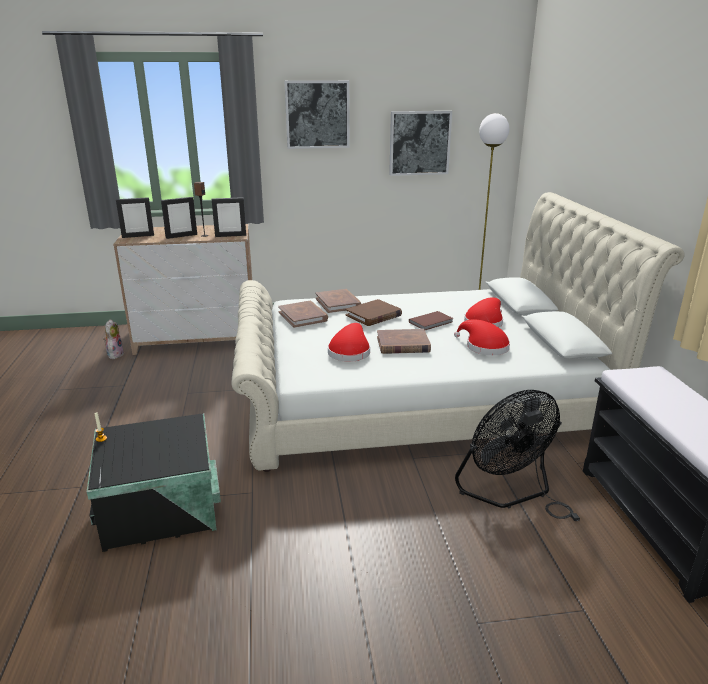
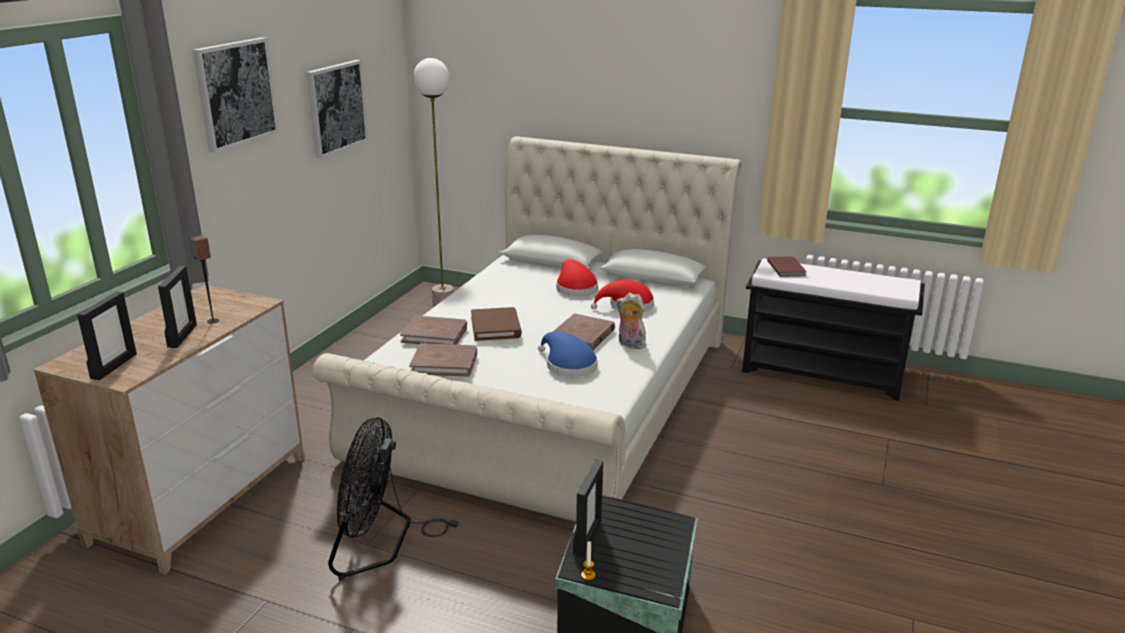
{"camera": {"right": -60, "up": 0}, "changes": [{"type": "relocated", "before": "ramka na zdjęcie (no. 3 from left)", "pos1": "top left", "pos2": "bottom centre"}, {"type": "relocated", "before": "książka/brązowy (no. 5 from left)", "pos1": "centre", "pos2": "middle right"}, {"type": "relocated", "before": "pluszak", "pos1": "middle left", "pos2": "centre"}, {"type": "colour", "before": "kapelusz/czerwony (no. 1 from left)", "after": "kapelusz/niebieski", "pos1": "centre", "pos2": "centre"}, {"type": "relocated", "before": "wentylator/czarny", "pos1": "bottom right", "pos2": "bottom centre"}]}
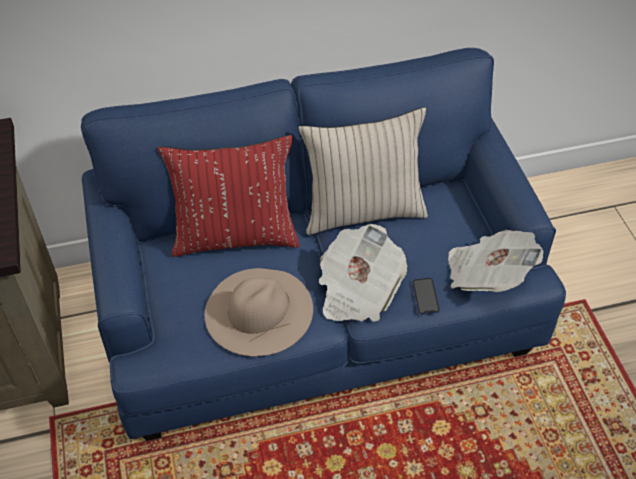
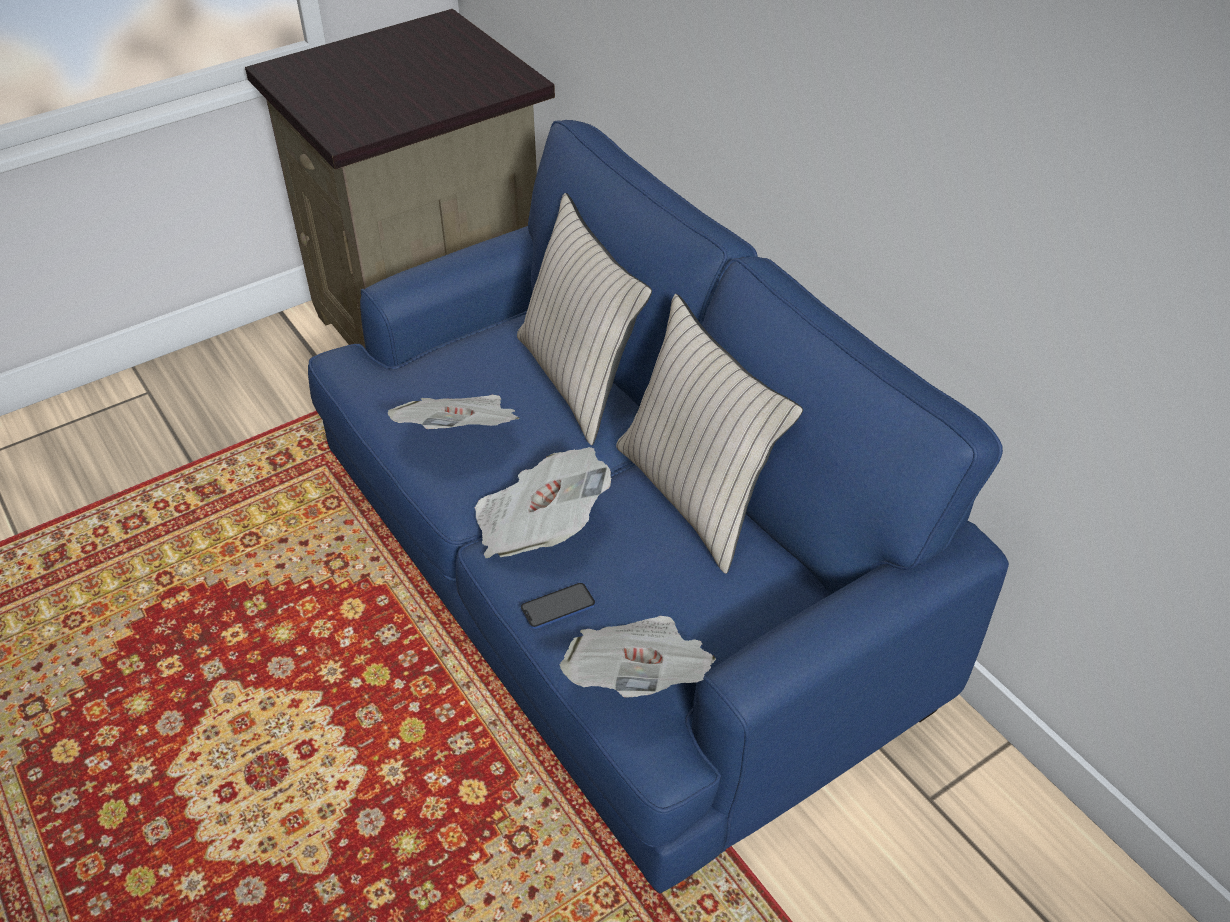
{"camera": {"right": 70, "up": -5}, "changes": [{"type": "colour", "before": "poduszka/czerwony", "after": "poduszka/beżowy (no. 1 from left)", "pos1": "centre", "pos2": "centre"}, {"type": "exchanged", "before": "kapelusz/beżowy", "after": "gazeta (no. 1 from left)", "pos1": "centre", "pos2": "centre"}]}
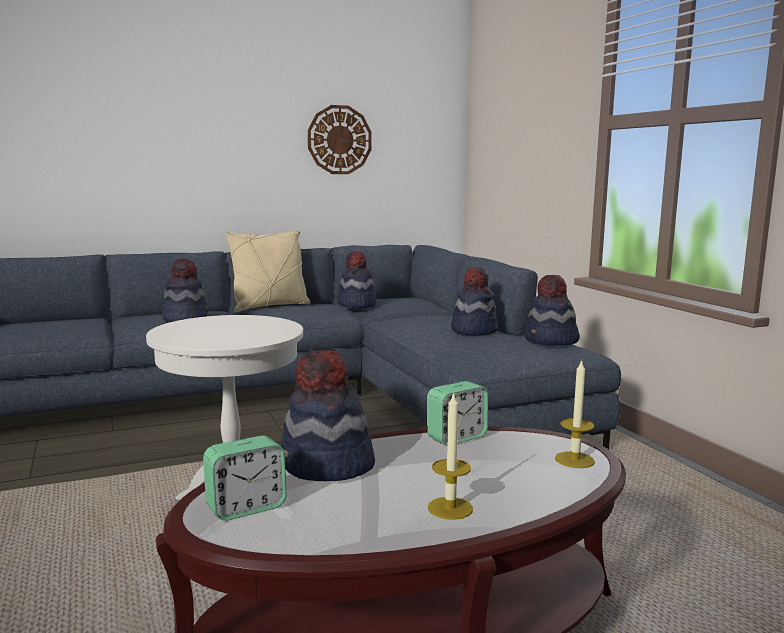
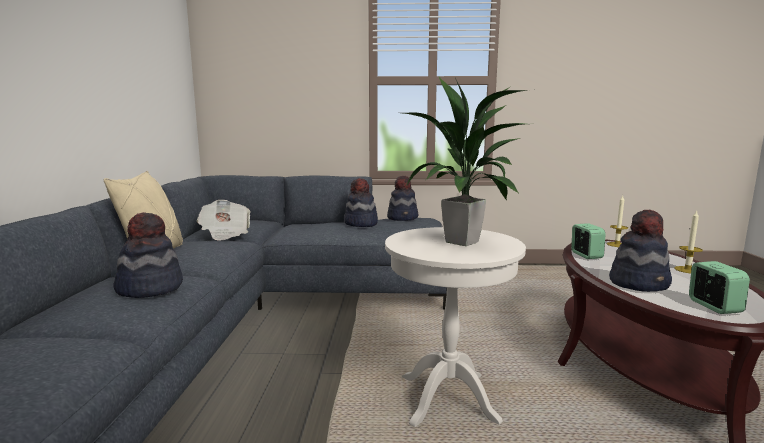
{"camera": {"right": -65, "up": 0}, "changes": [{"type": "missing", "before": "zegar ścienny", "pos1": "top centre"}, {"type": "exchanged", "before": "kapelusz (no. 3 from left)", "after": "gazeta", "pos1": "centre", "pos2": "middle left"}, {"type": "appeared", "after": "roślina doniczkowa", "pos2": "centre"}]}
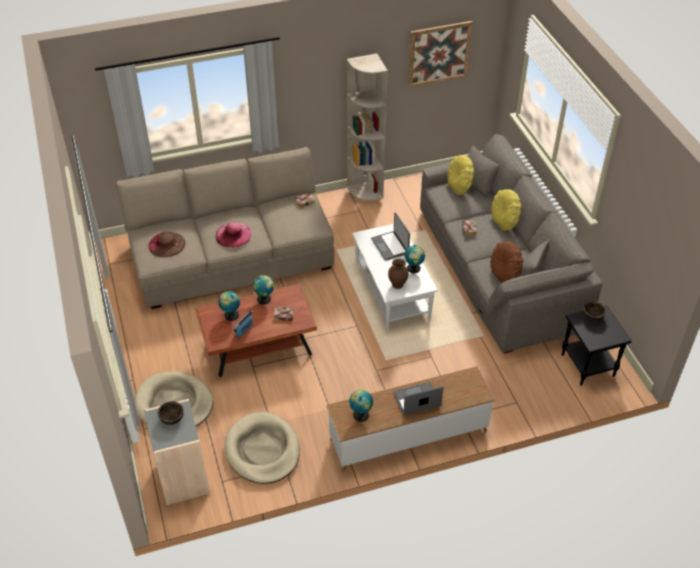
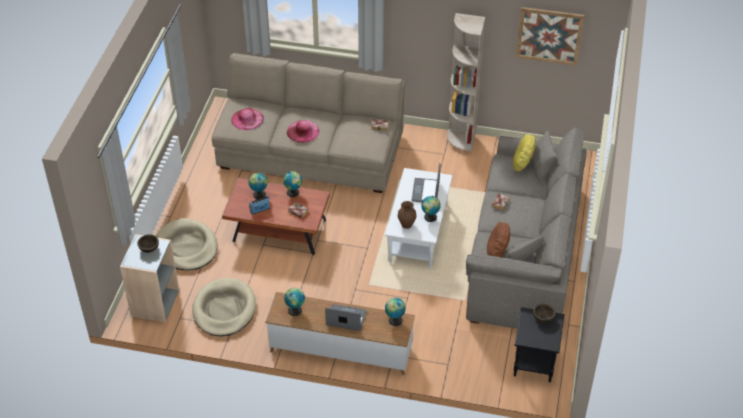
{"camera": {"right": 30, "up": 0}, "changes": [{"type": "missing", "before": "poduszka/żółty (no. 2 from left)", "pos1": "middle right"}, {"type": "colour", "before": "kapelusz/brązowy", "after": "kapelusz/różowy (no. 1 from left)", "pos1": "middle left", "pos2": "top left"}, {"type": "appeared", "after": "globus (no. 4 from left)", "pos2": "bottom centre"}]}
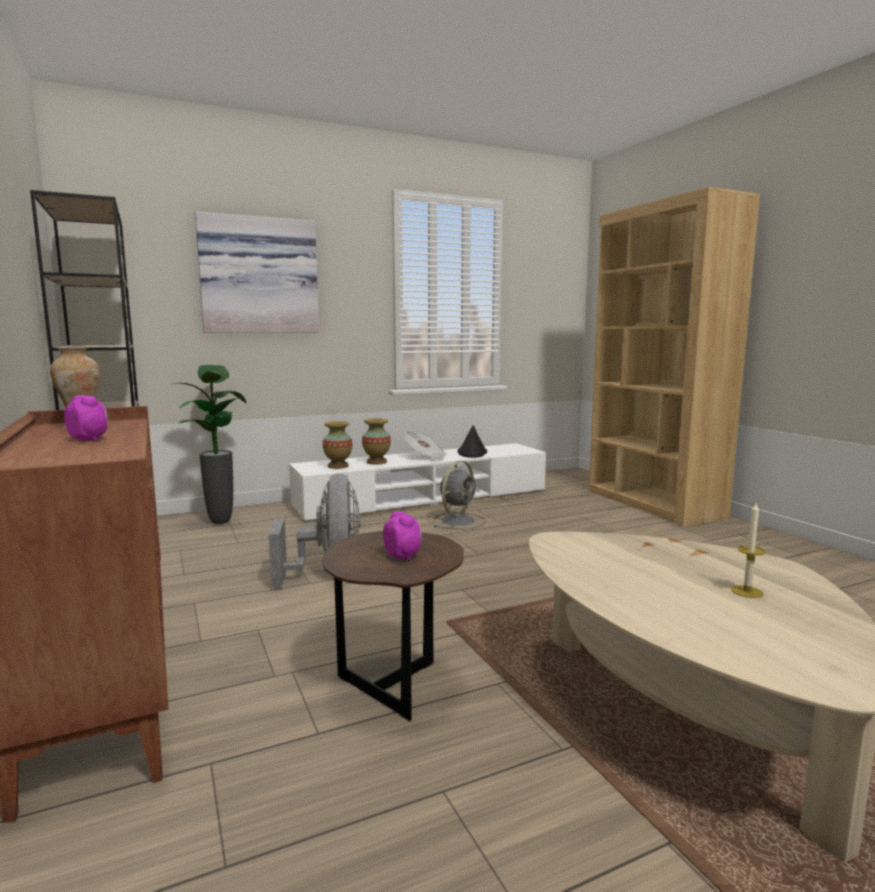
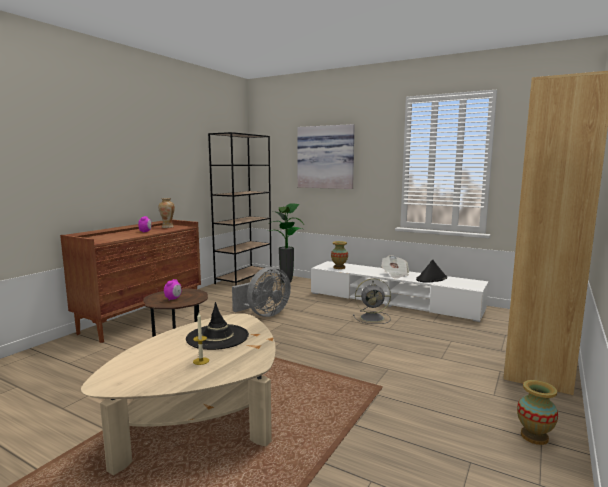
{"camera": {"right": 55, "up": 0}, "changes": [{"type": "relocated", "before": "wazon (no. 3 from left)", "pos1": "centre", "pos2": "bottom right"}, {"type": "appeared", "after": "kapelusz/czarny (no. 1 from left)", "pos2": "bottom centre"}]}
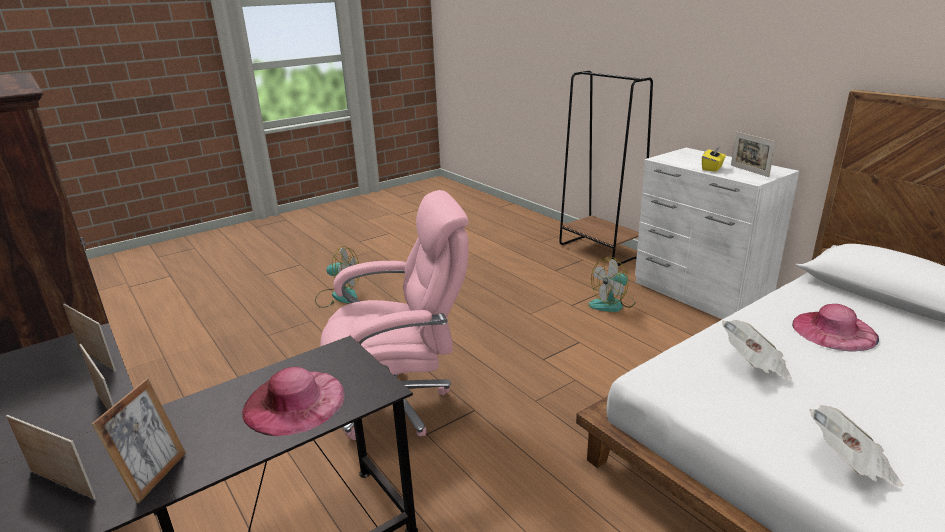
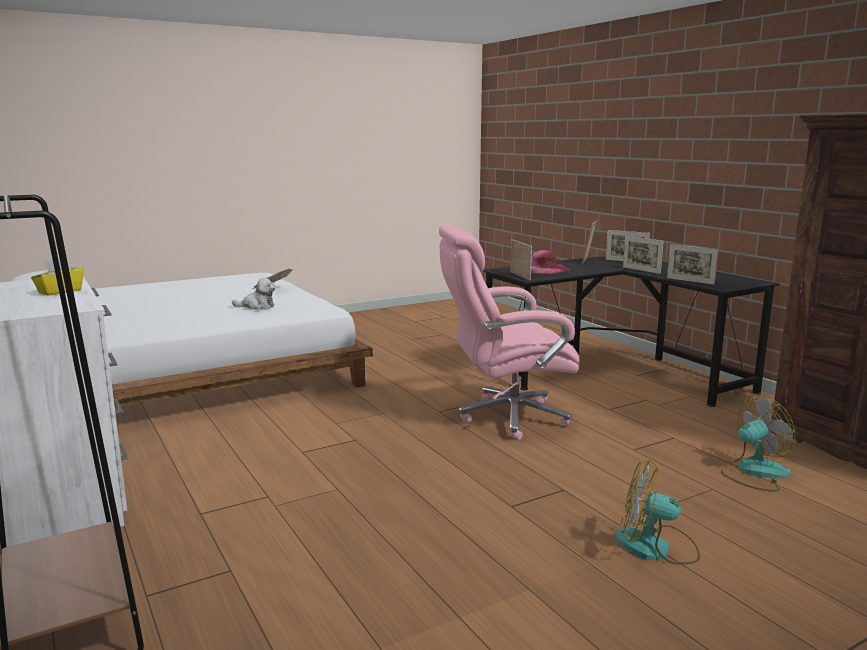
{"camera": {"right": -175, "up": -10}, "changes": [{"type": "relocated", "before": "ramka na zdjęcie (no. 5 from left in the first image)", "after": "ramka na zdjęcie (no. 1 from left)", "pos1": "top right", "pos2": "centre"}, {"type": "relocated", "before": "wentylator (no. 2 from left)", "pos1": "centre", "pos2": "bottom right"}, {"type": "missing", "before": "kapelusz/różowy (no. 2 from left)", "pos1": "middle right"}, {"type": "exchanged", "before": "gazeta (no. 1 from left)", "after": "pluszak", "pos1": "middle right", "pos2": "middle left"}]}
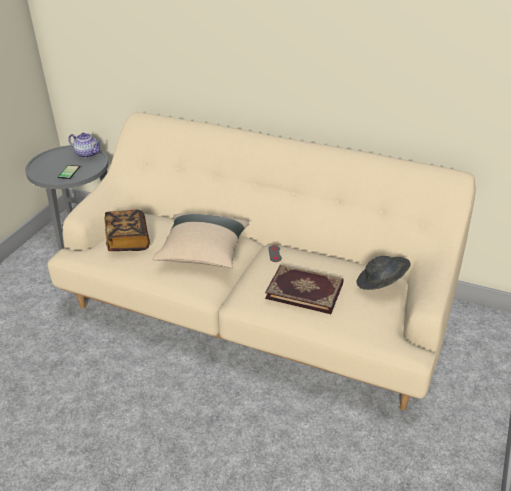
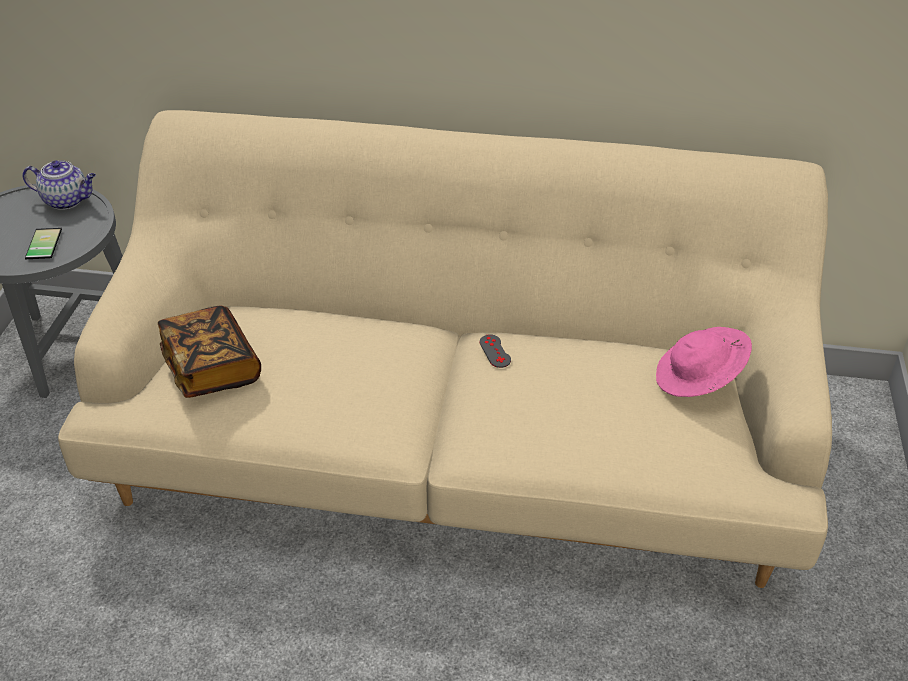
{"camera": {"right": -15, "up": 5}, "changes": [{"type": "missing", "before": "poduszka/beżowy", "pos1": "centre"}, {"type": "colour", "before": "kapelusz/szary", "after": "kapelusz/różowy", "pos1": "middle right", "pos2": "middle right"}, {"type": "missing", "before": "książka (no. 2 from left)", "pos1": "centre"}]}
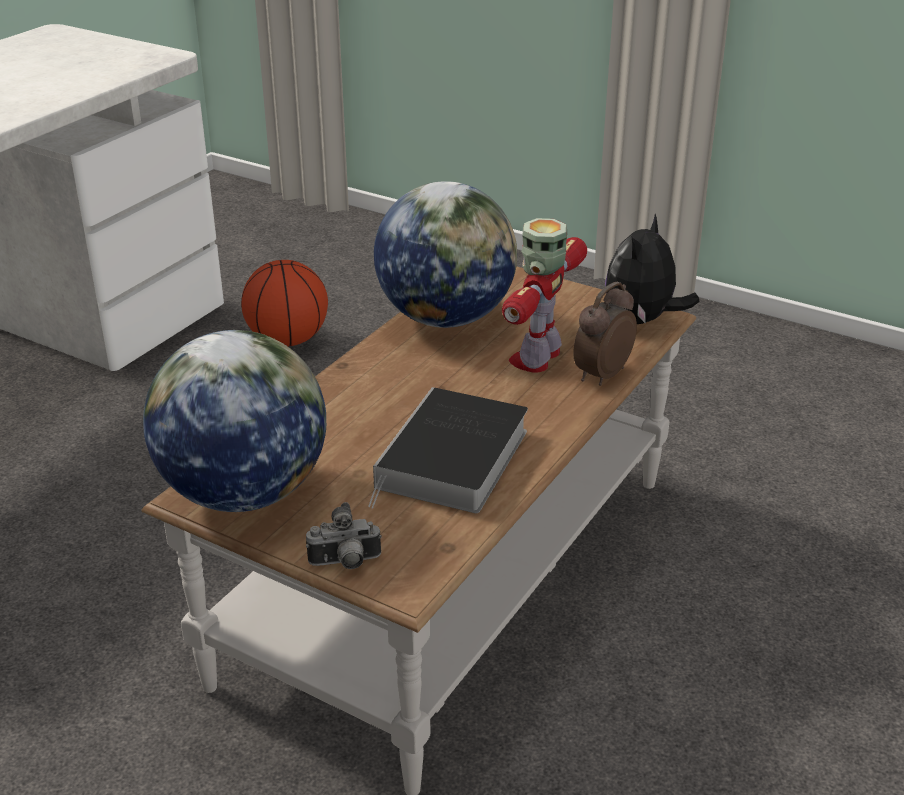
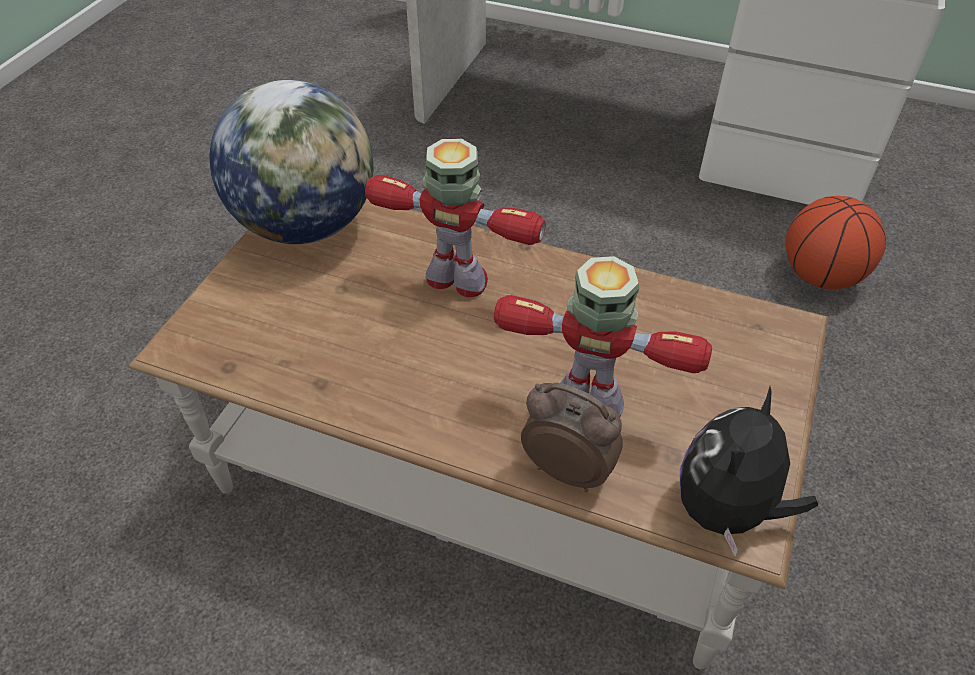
{"camera": {"right": 80, "up": 15}, "changes": [{"type": "missing", "before": "globus (no. 2 from left)", "pos1": "top centre"}, {"type": "spun", "before": "pluszak", "pos1": "middle right", "pos2": "bottom right", "turn": -75}, {"type": "missing", "before": "książka", "pos1": "centre"}, {"type": "missing", "before": "aparat fotograficzny", "pos1": "bottom centre"}, {"type": "appeared", "after": "robot zabawkowy (no. 1 from left)", "pos2": "top centre"}]}
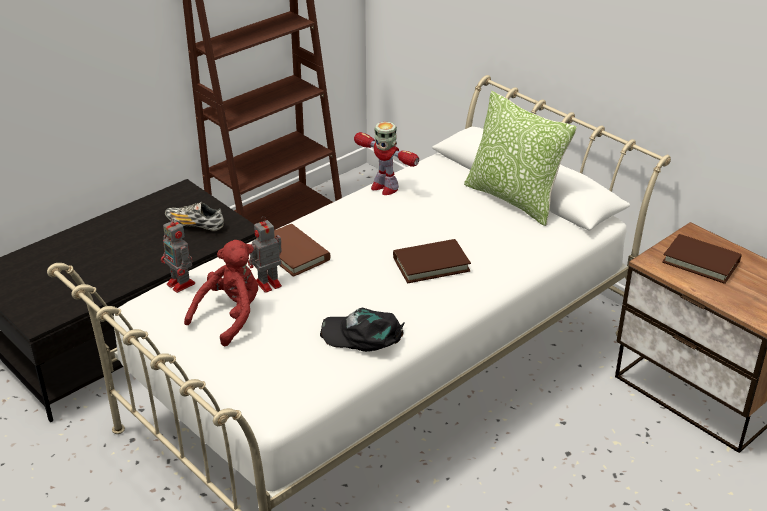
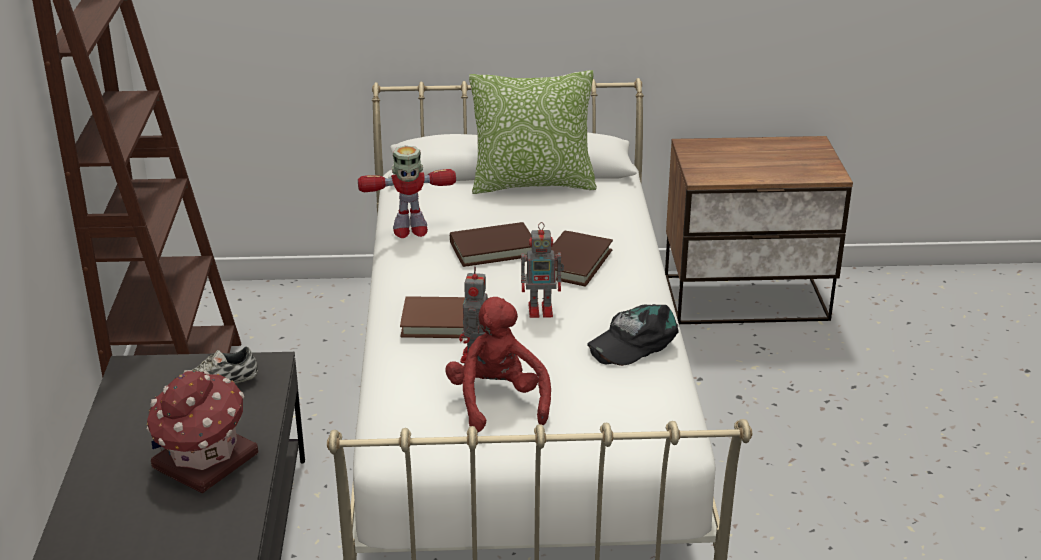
{"camera": {"right": -50, "up": -5}, "changes": [{"type": "relocated", "before": "robot zabawkowy (no. 1 from left in the first image)", "after": "robot zabawkowy (no. 3 from left)", "pos1": "middle left", "pos2": "centre"}, {"type": "relocated", "before": "książka/brązowy (no. 3 from left in the first image)", "after": "książka/brązowy (no. 2 from left)", "pos1": "middle right", "pos2": "centre"}, {"type": "appeared", "after": "domek", "pos2": "bottom left"}]}
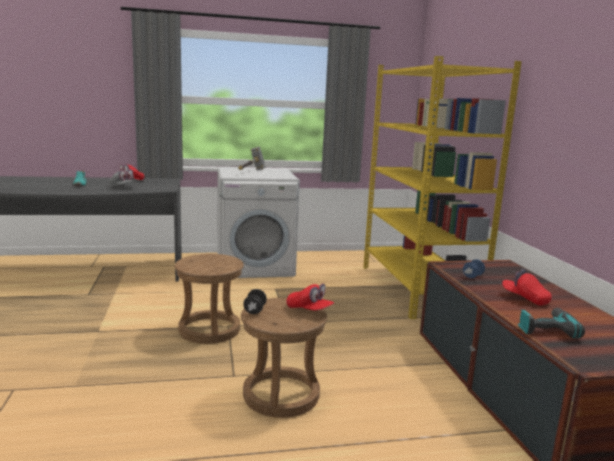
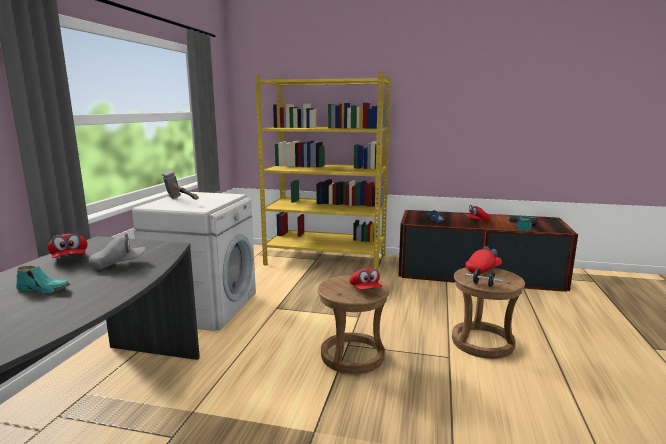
{"camera": {"right": -65, "up": 0}, "changes": [{"type": "appeared", "after": "czapka z daszkiem/czerwony (no. 2 from left)", "pos2": "centre"}]}
